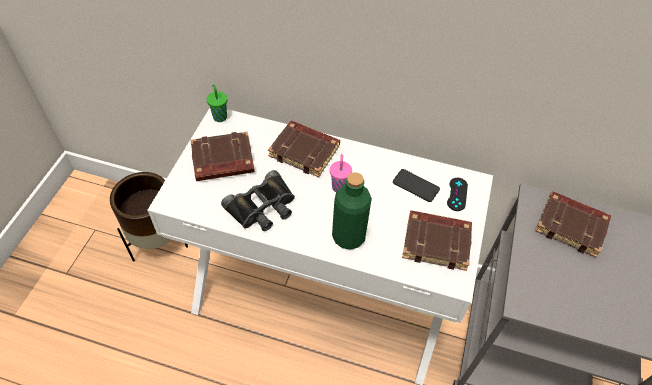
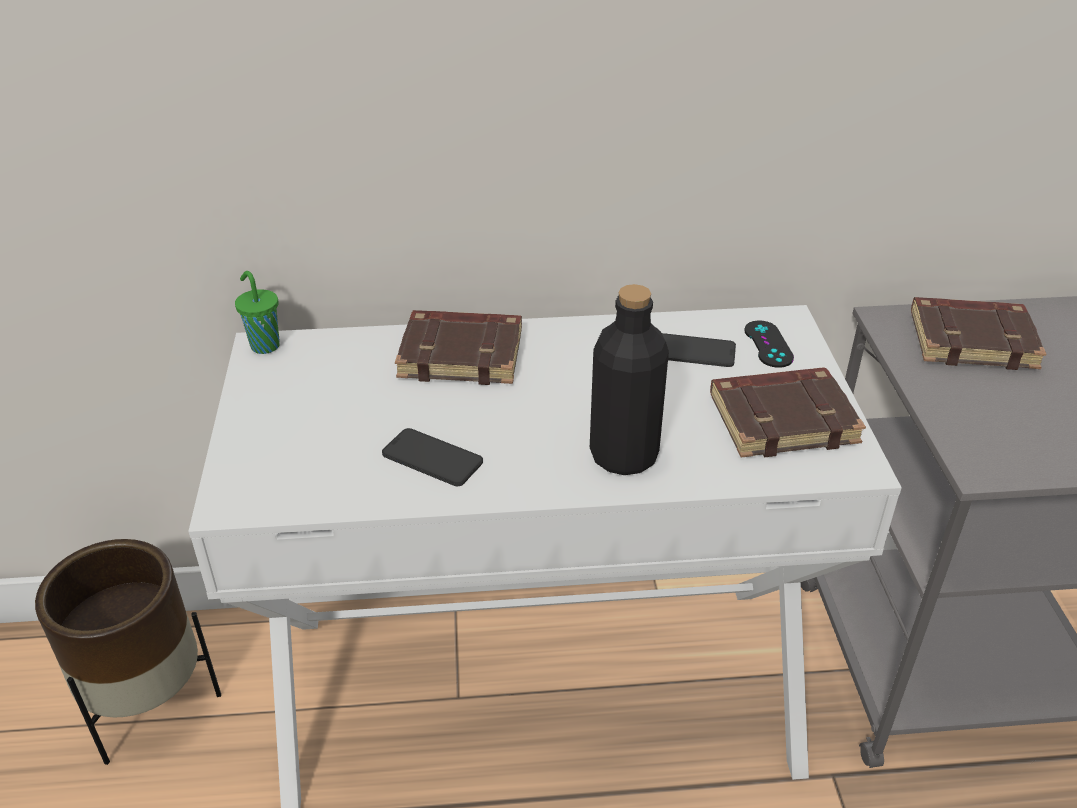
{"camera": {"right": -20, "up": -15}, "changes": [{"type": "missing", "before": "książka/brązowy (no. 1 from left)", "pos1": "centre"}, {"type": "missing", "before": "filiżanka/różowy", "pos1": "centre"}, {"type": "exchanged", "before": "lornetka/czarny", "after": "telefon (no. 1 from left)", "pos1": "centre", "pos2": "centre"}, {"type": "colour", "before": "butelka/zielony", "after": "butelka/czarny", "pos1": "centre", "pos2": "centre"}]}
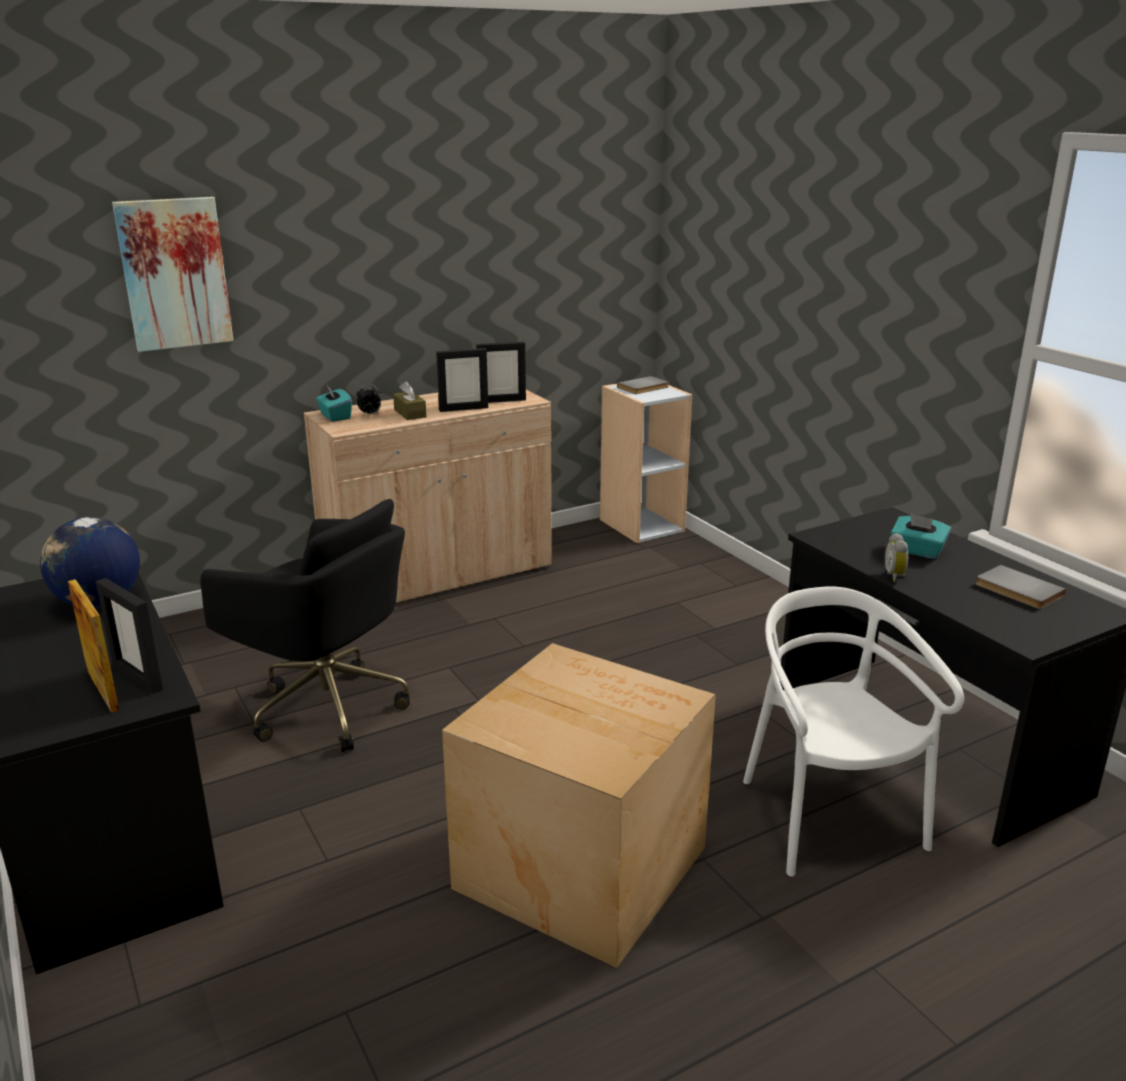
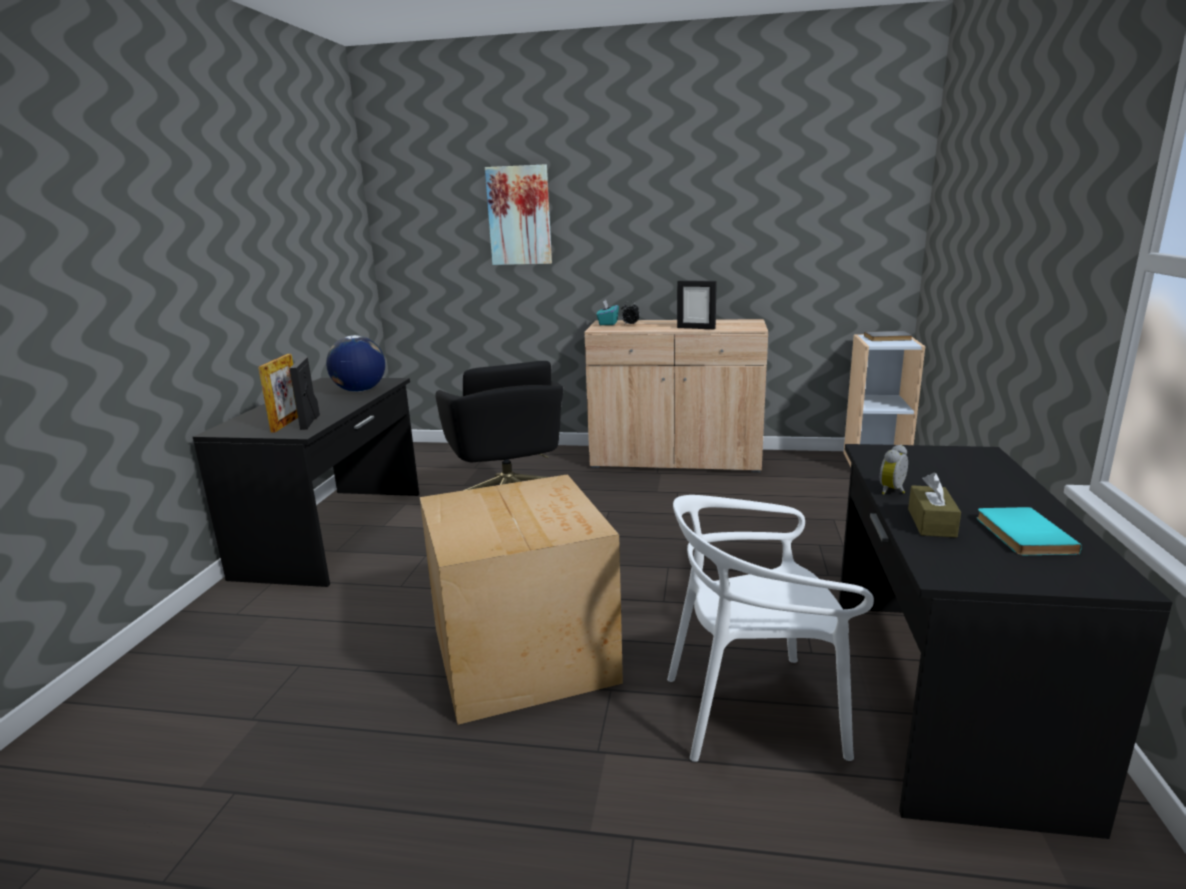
{"camera": {"right": 40, "up": -5}, "changes": [{"type": "missing", "before": "ramka na zdjęcie (no. 4 from left)", "pos1": "centre"}, {"type": "relocated", "before": "pudełko chusteczek/brązowy", "pos1": "centre", "pos2": "middle right"}, {"type": "missing", "before": "pudełko chusteczek/turkusowy (no. 2 from left)", "pos1": "middle right"}, {"type": "colour", "before": "książka/szary (no. 2 from left)", "after": "książka/turkusowy", "pos1": "middle right", "pos2": "middle right"}, {"type": "spun", "before": "krzesło/biały", "pos1": "bottom right", "pos2": "bottom centre", "turn": -120}]}
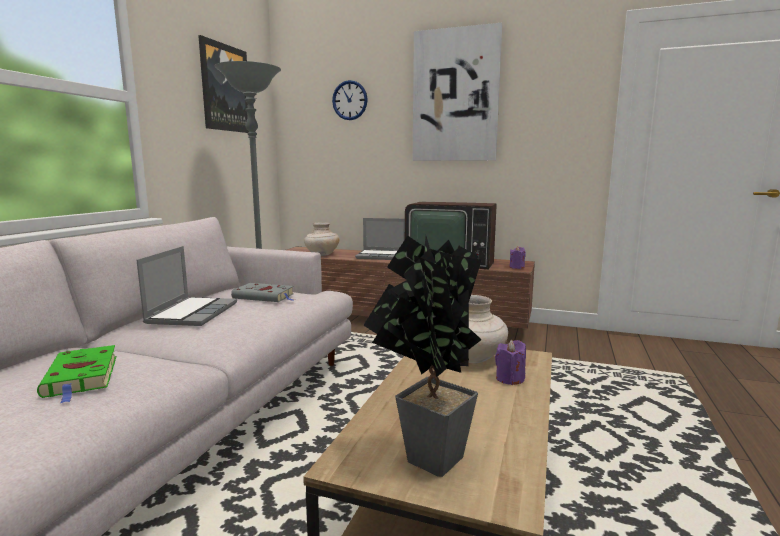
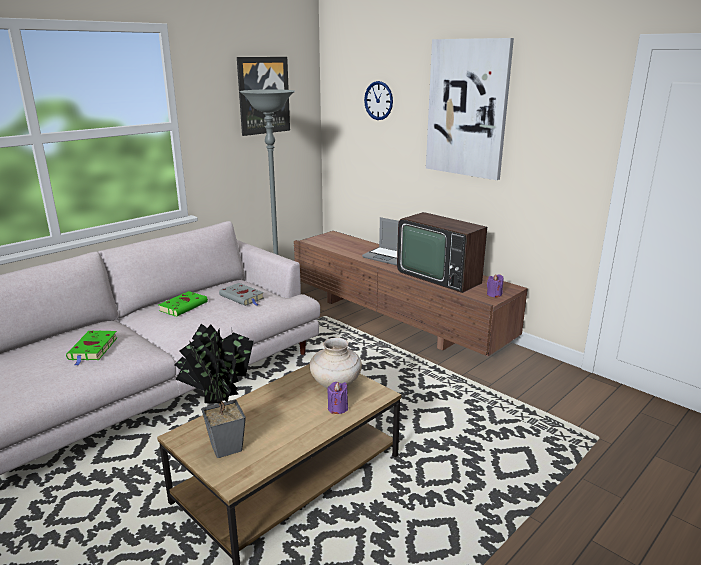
{"camera": {"right": 25, "up": 10}, "changes": [{"type": "missing", "before": "wazon/beżowy (no. 1 from left)", "pos1": "centre"}, {"type": "exchanged", "before": "laptop (no. 1 from left)", "after": "książka/zielony (no. 2 from left)", "pos1": "middle left", "pos2": "middle left"}]}
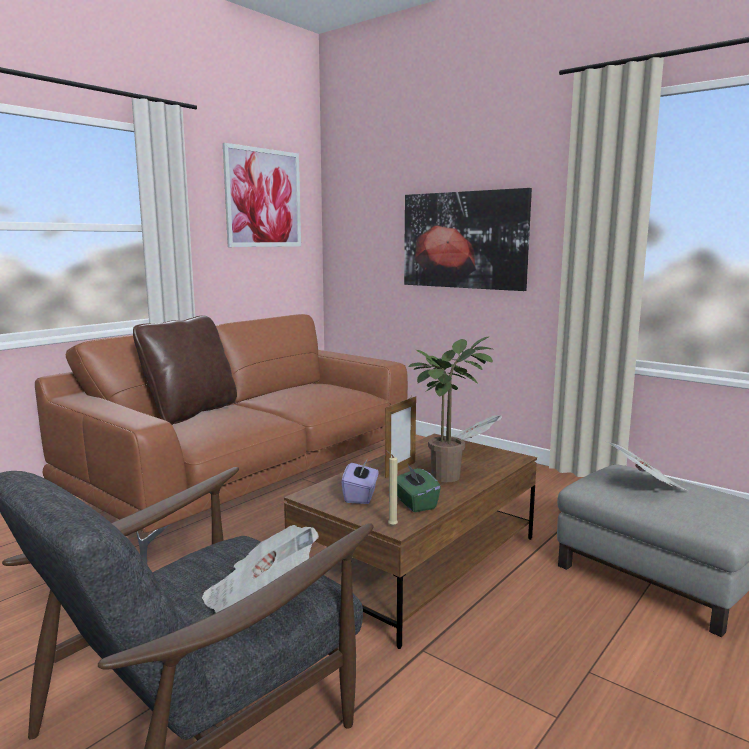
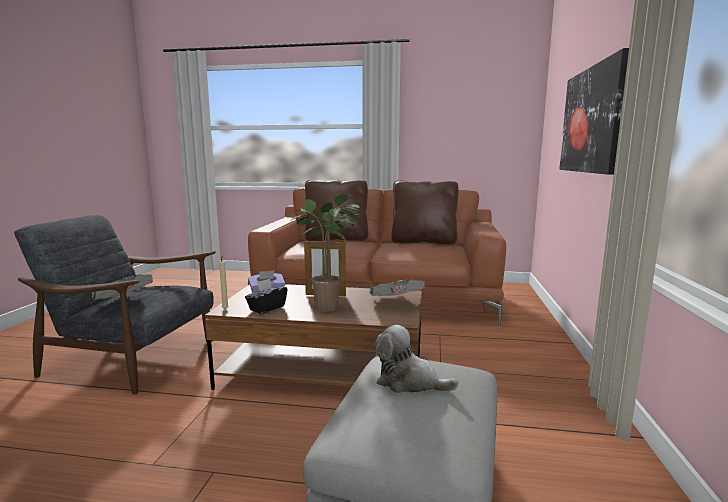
{"camera": {"right": 60, "up": 0}, "changes": [{"type": "missing", "before": "obraz (no. 1 from left)", "pos1": "top centre"}, {"type": "exchanged", "before": "gazeta (no. 3 from left)", "after": "pluszak", "pos1": "middle right", "pos2": "bottom centre"}, {"type": "colour", "before": "pudełko chusteczek/zielony", "after": "pudełko chusteczek/czarny", "pos1": "centre", "pos2": "centre"}, {"type": "appeared", "after": "poduszka/brązowy (no. 2 from left)", "pos2": "centre"}]}
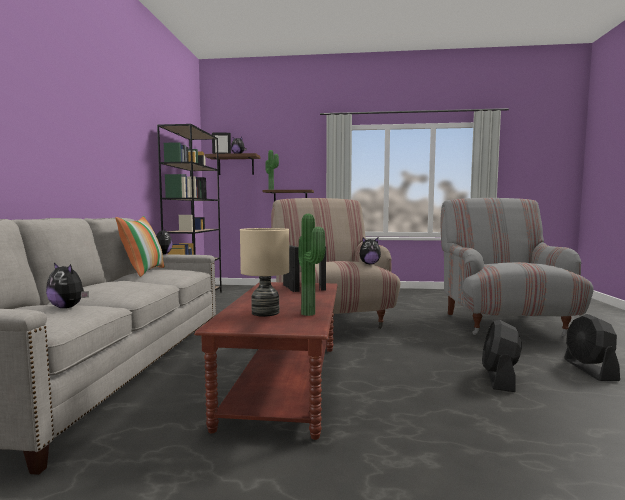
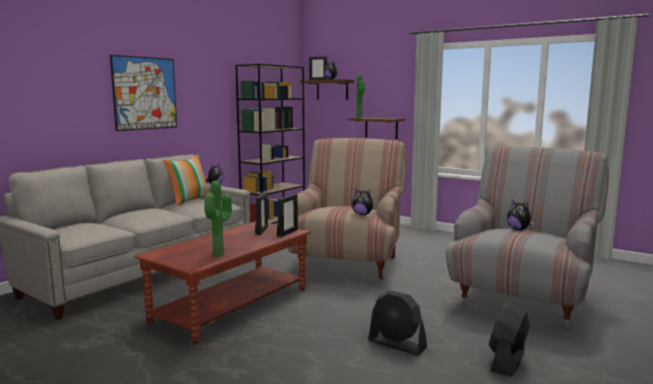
{"camera": {"right": 30, "up": 5}, "changes": [{"type": "missing", "before": "lampa stołowa/beżowy", "pos1": "centre"}, {"type": "relocated", "before": "pluszak (no. 1 from left in the first image)", "after": "pluszak (no. 4 from left)", "pos1": "middle left", "pos2": "middle right"}, {"type": "spun", "before": "wentylator/czarny (no. 1 from left)", "pos1": "bottom right", "pos2": "bottom centre", "turn": -105}, {"type": "appeared", "after": "obraz", "pos2": "top left"}]}
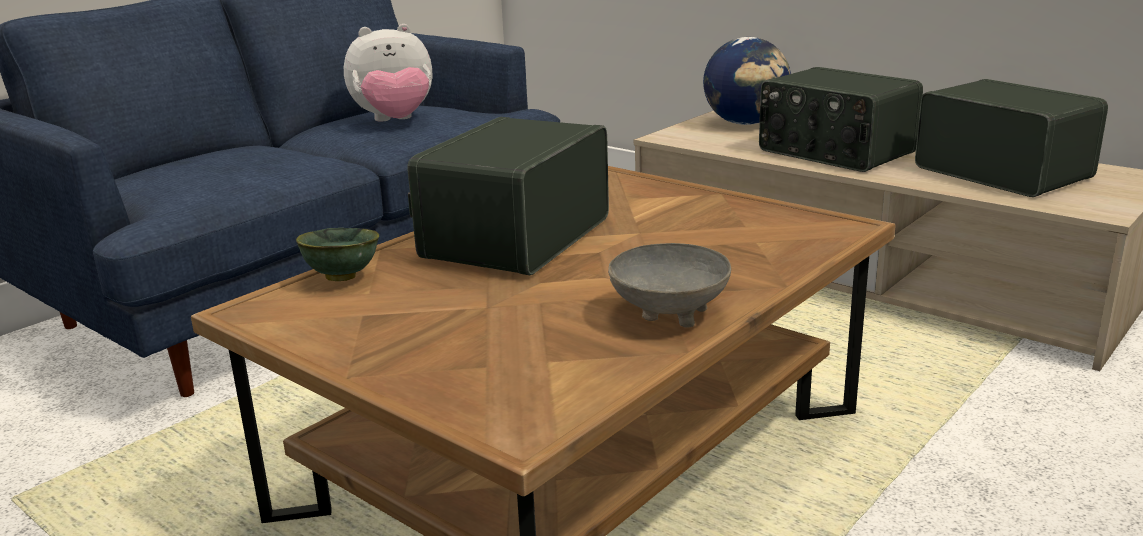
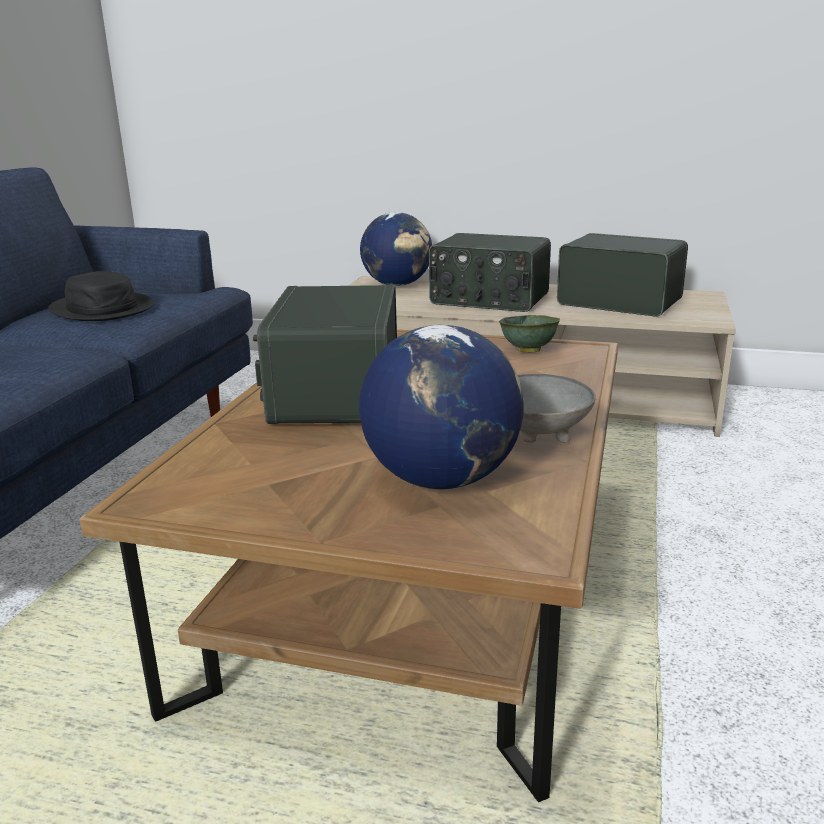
{"camera": {"right": -25, "up": 0}, "changes": [{"type": "exchanged", "before": "pluszak", "after": "kapelusz/czarny", "pos1": "top centre", "pos2": "middle left"}, {"type": "relocated", "before": "miska/zielony", "pos1": "middle left", "pos2": "centre"}, {"type": "appeared", "after": "globus (no. 2 from left)", "pos2": "centre"}]}
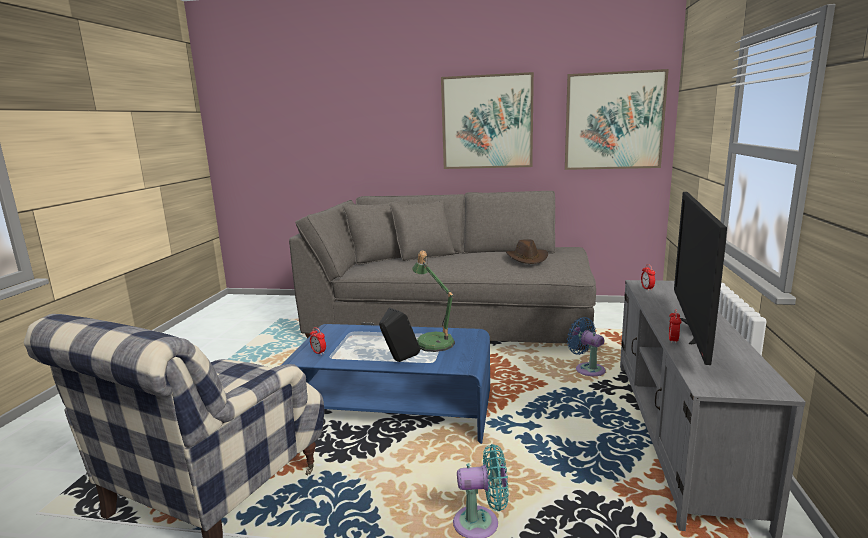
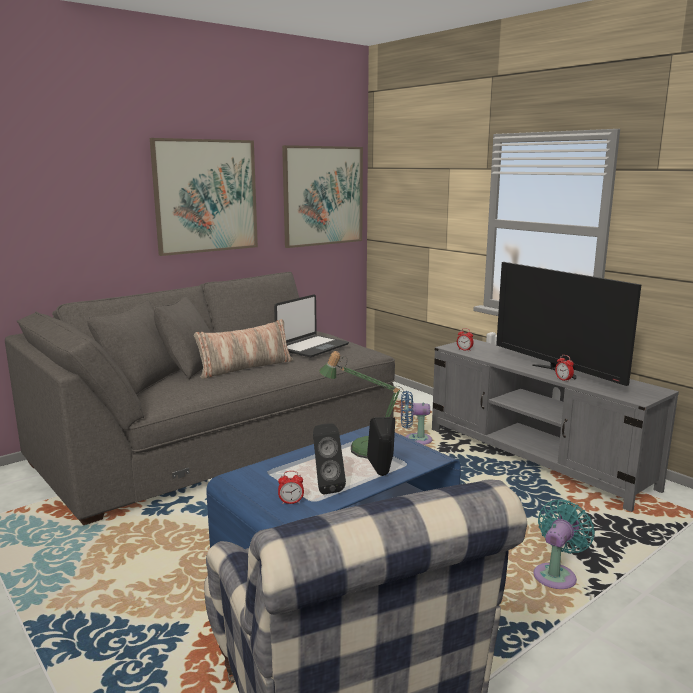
{"camera": {"right": -50, "up": 0}, "changes": [{"type": "exchanged", "before": "kapelusz/brązowy", "after": "laptop", "pos1": "centre", "pos2": "centre"}, {"type": "appeared", "after": "poduszka", "pos2": "centre"}, {"type": "appeared", "after": "głośnik/czarny (no. 1 from left)", "pos2": "centre"}]}
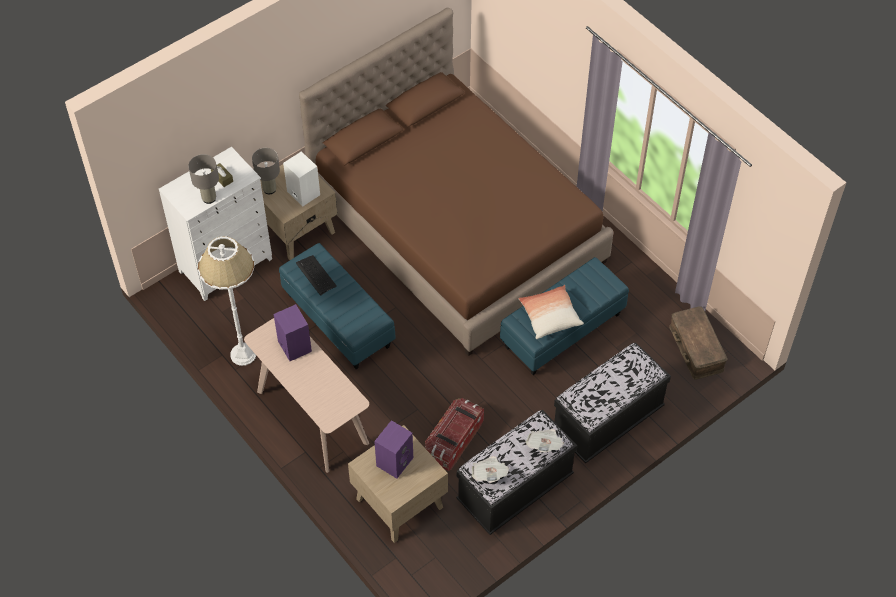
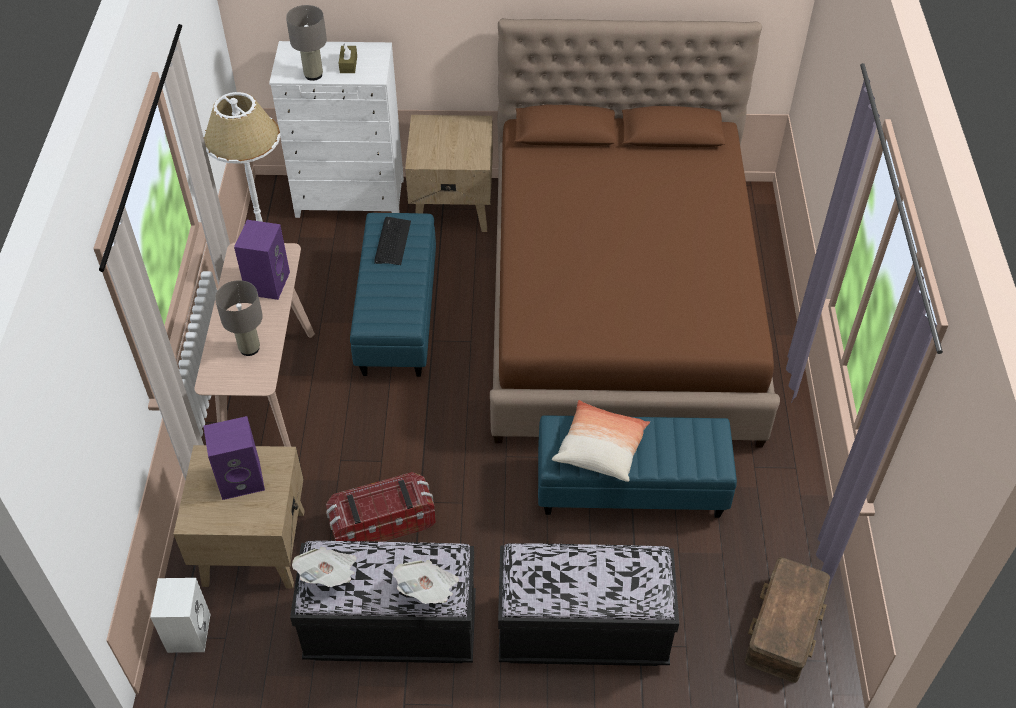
{"camera": {"right": 40, "up": -5}, "changes": [{"type": "relocated", "before": "lampa stołowa/szary (no. 2 from left in the first image)", "after": "lampa stołowa/szary (no. 1 from left)", "pos1": "top left", "pos2": "middle left"}, {"type": "relocated", "before": "głośnik/biały", "pos1": "top centre", "pos2": "bottom left"}]}
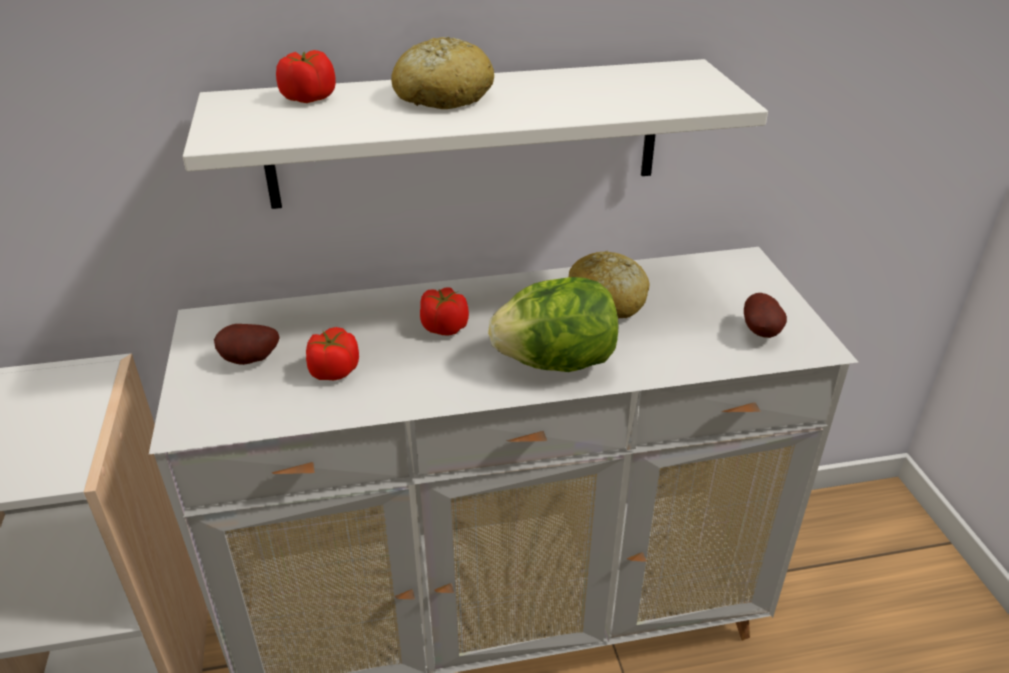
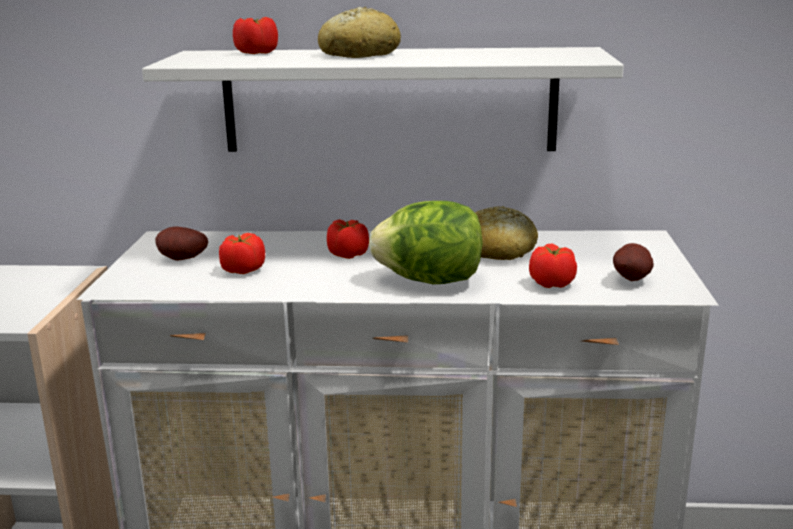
{"camera": {"right": 15, "up": -15}, "changes": [{"type": "appeared", "after": "pomidor (no. 4 from left)", "pos2": "middle right"}]}
